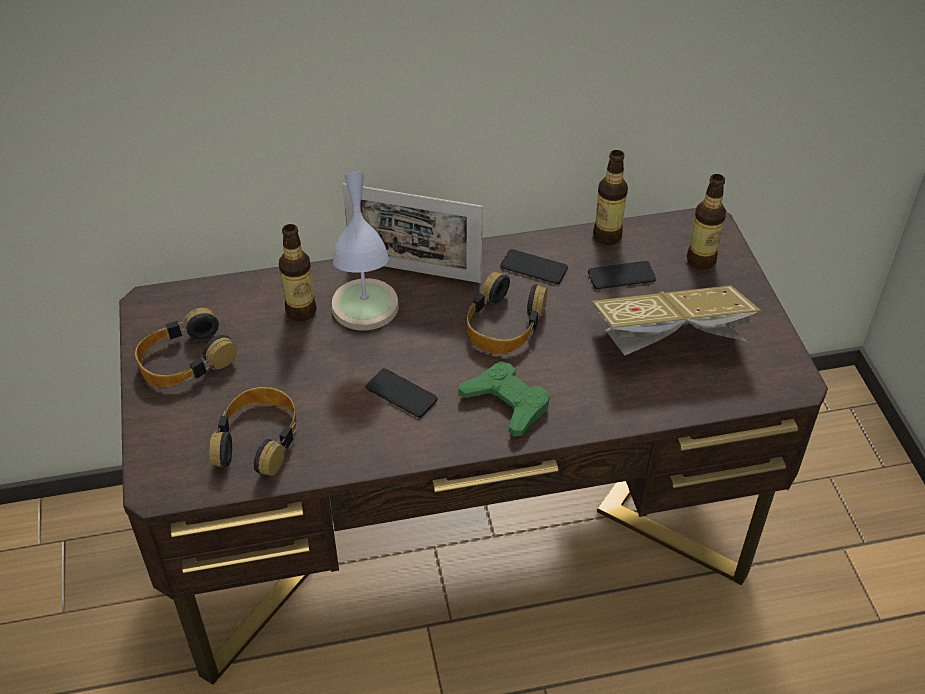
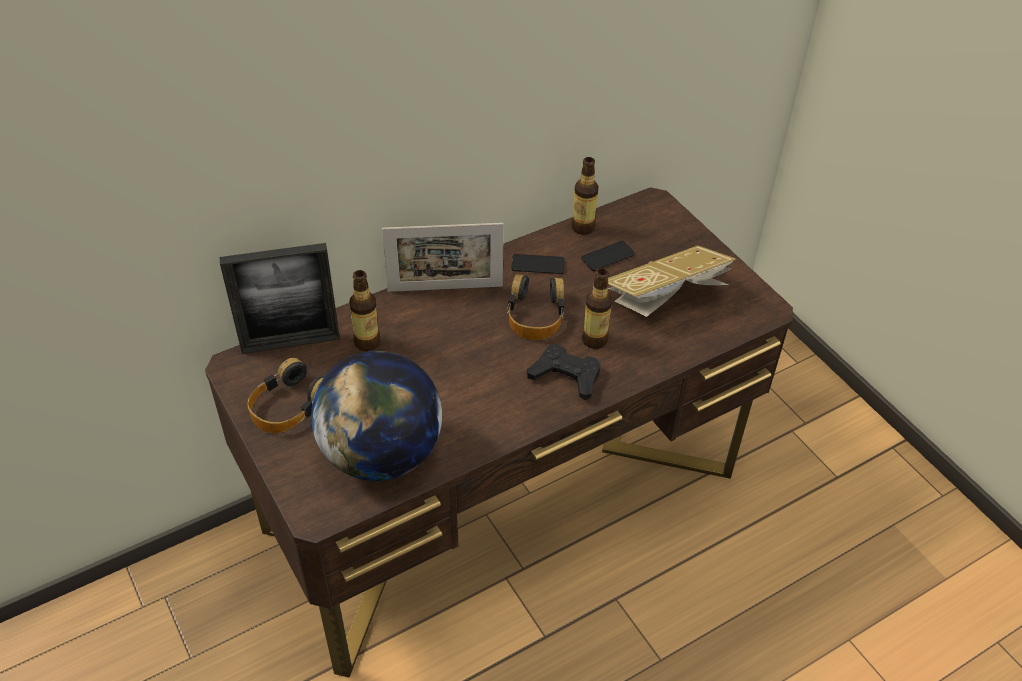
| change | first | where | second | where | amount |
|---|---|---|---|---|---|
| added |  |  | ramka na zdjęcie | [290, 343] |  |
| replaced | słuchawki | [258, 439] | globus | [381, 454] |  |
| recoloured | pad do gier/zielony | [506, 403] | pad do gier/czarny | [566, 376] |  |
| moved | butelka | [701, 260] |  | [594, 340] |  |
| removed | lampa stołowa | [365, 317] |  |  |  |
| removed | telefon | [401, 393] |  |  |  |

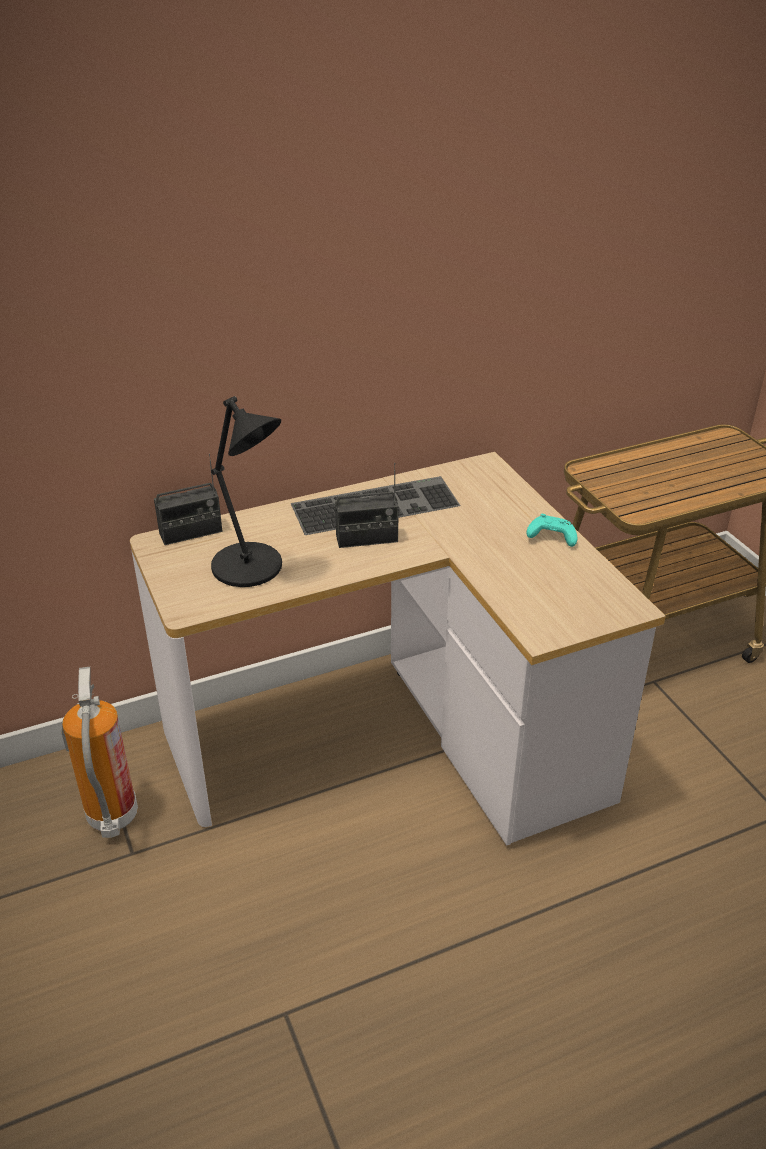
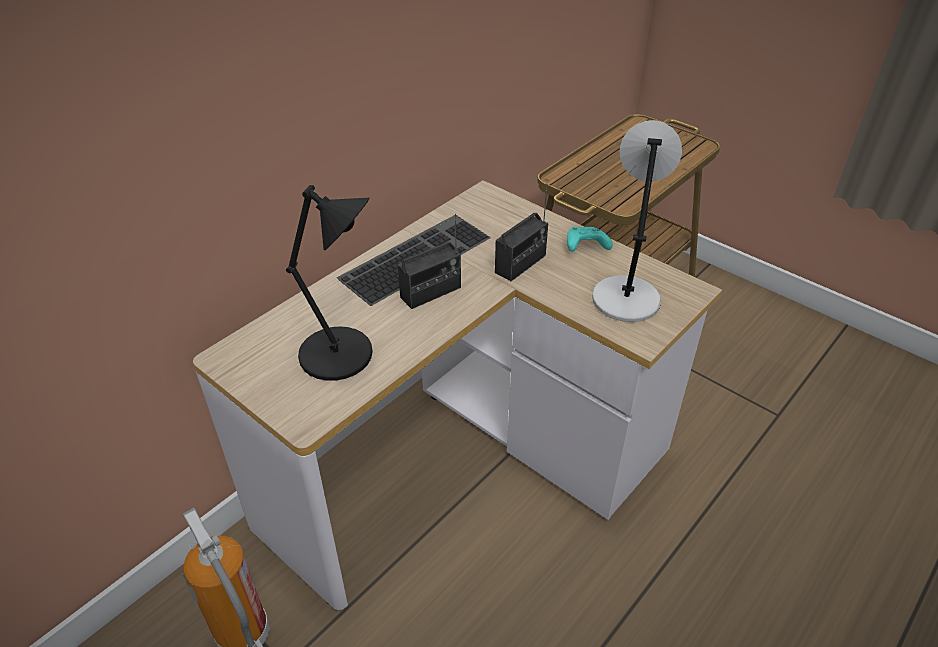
| change | first | where | second | where | amount |
|---|---|---|---|---|---|
| moved | radio | [191, 533] |  | [520, 264] |  |
| added |  |  | lampa stołowa/szary | [625, 297] |  |

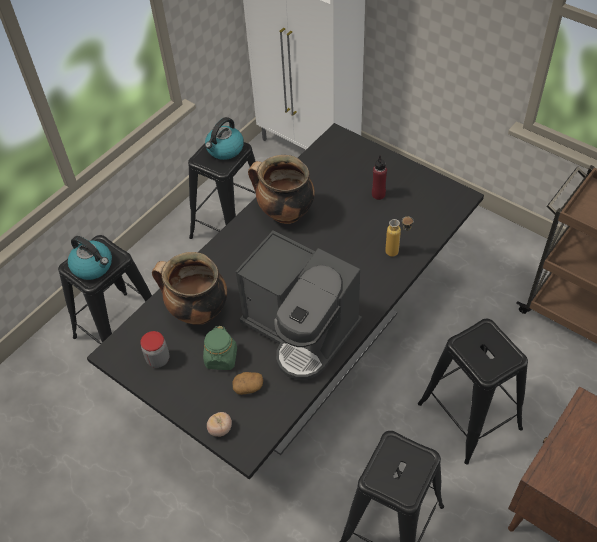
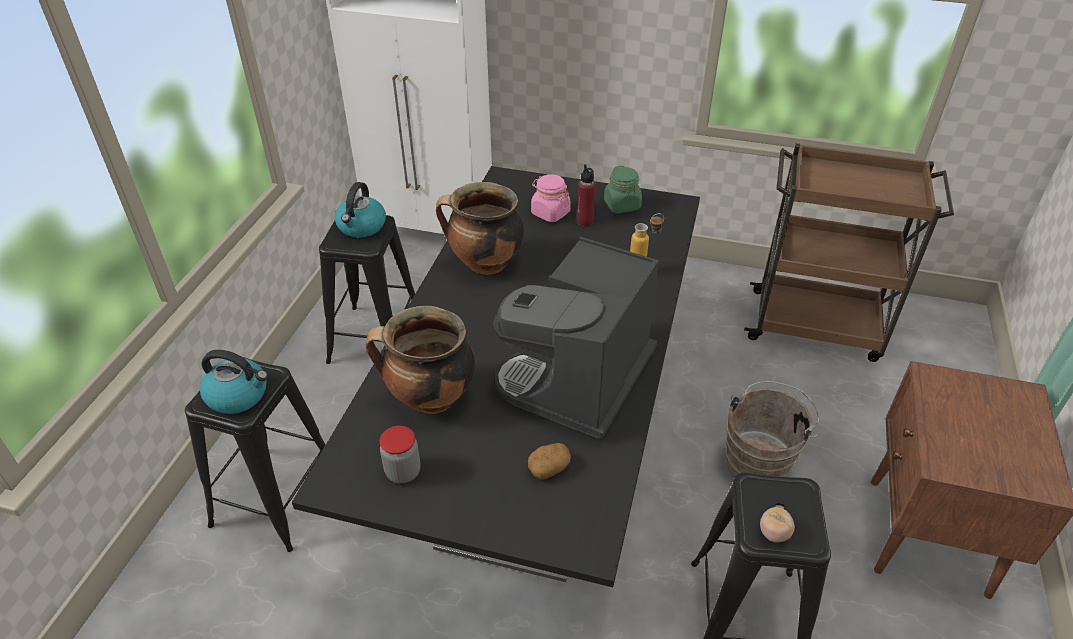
| change | first | where | second | where | amount |
|---|---|---|---|---|---|
| turned | ekspres do kawy | [301, 329] |  | [578, 381] | 105 degrees clockwise |
| added |  |  | słoik/różowy | [550, 213] |  |
| moved | słoik/zielony | [221, 358] |  | [622, 205] |  |
| replaced | stołek/czarny | [469, 415] | wiadro/brązowy | [759, 461] |  |
| moved | pomidor | [220, 429] |  | [774, 533] |  |

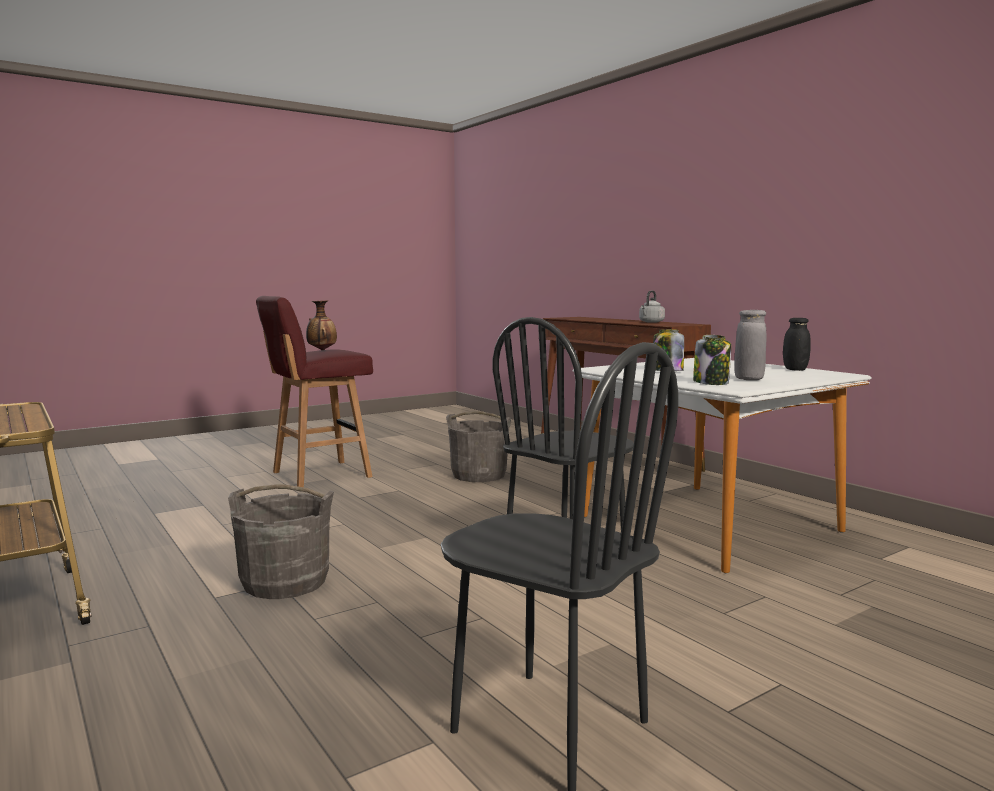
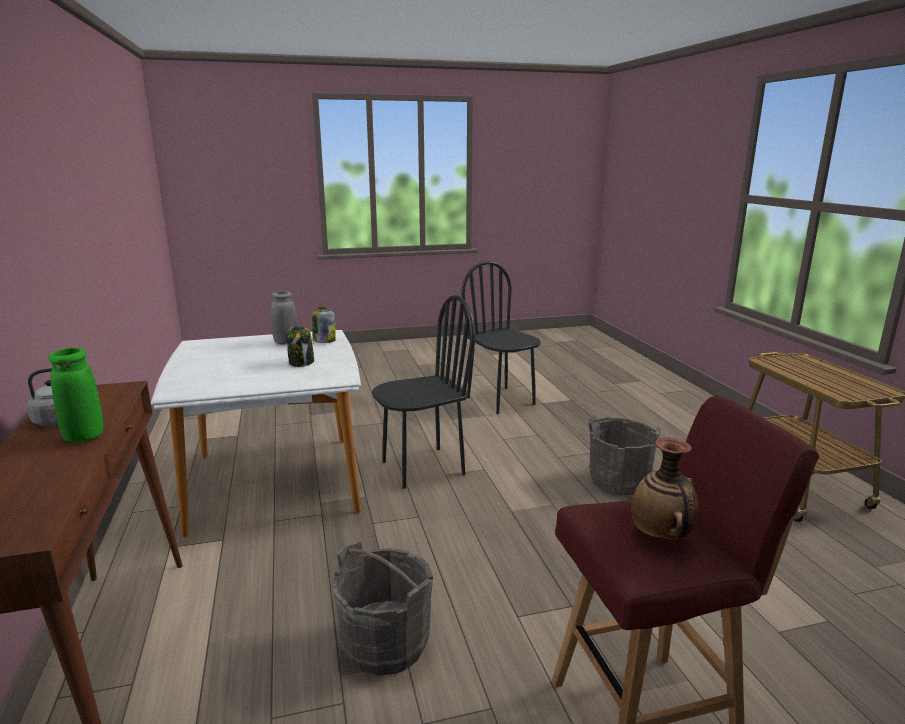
| change | first | where | second | where | amount |
|---|---|---|---|---|---|
| added |  |  | wazon/zielony | [84, 436] |  |
| removed | słoik/czarny | [795, 369] |  |  |  |

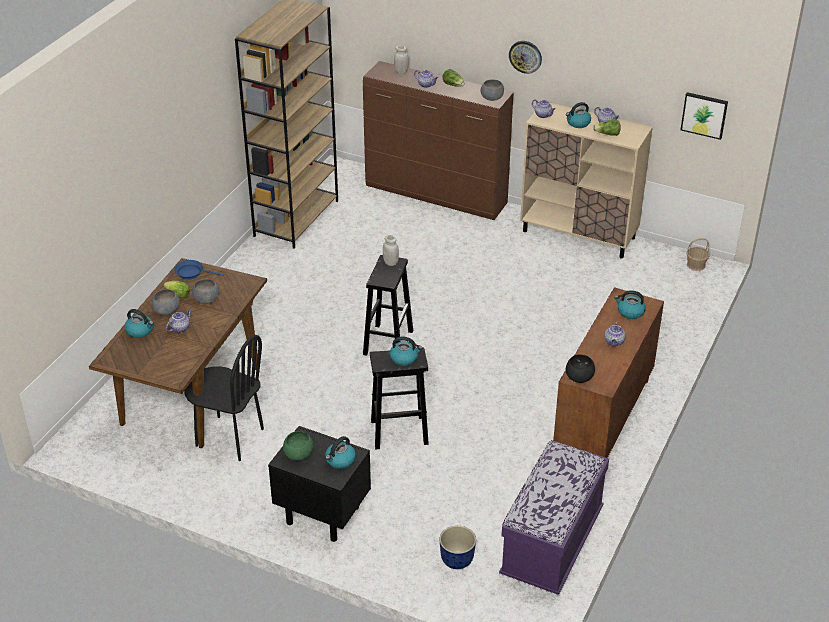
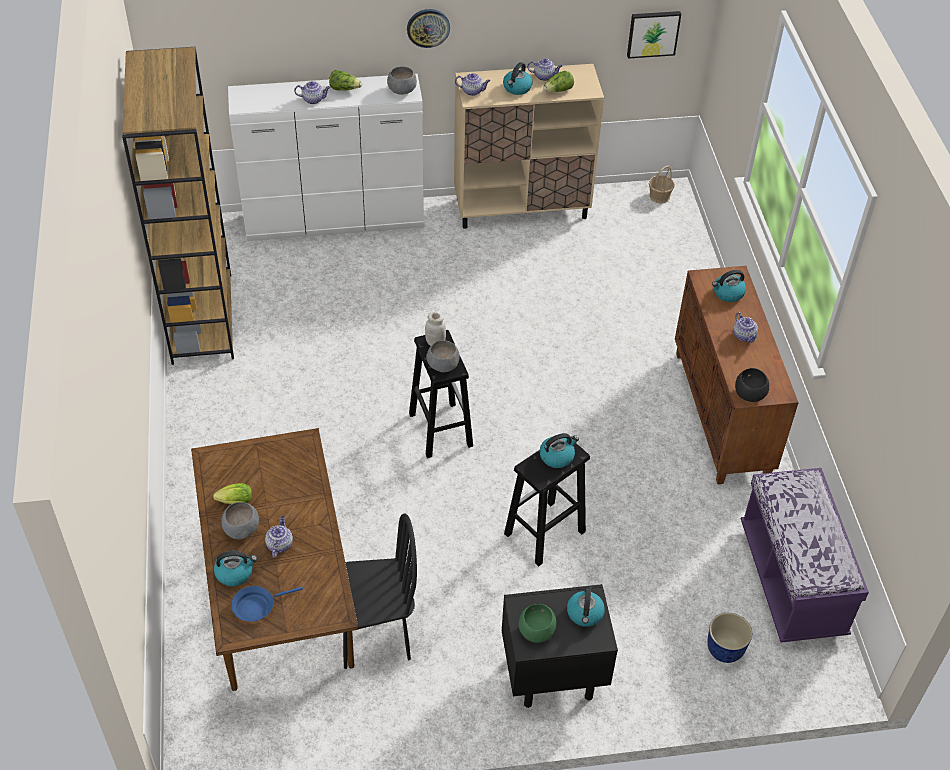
| change | first | where | second | where | amount |
|---|---|---|---|---|---|
| recoloured | komoda/brązowy | [436, 196] | komoda/biały | [335, 222] |  |
| moved | patelnia/niebieski | [192, 273] |  | [257, 606] |  |
| moved | miska/szary | [207, 299] |  | [443, 364] |  |
| removed | słoik/biały | [401, 72] |  |  |  |

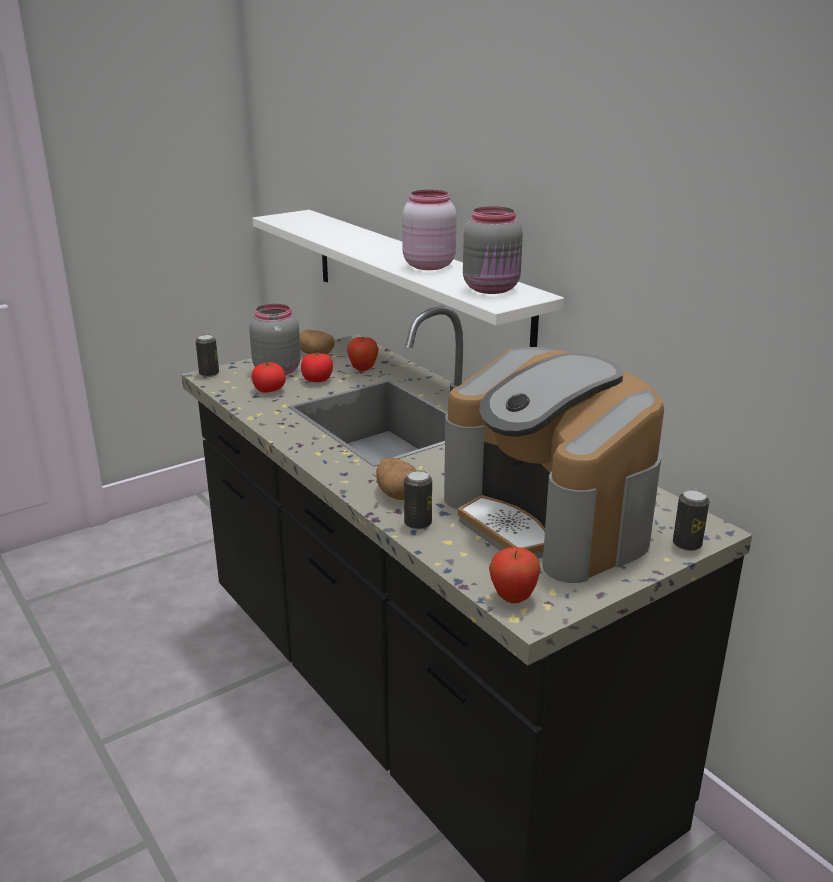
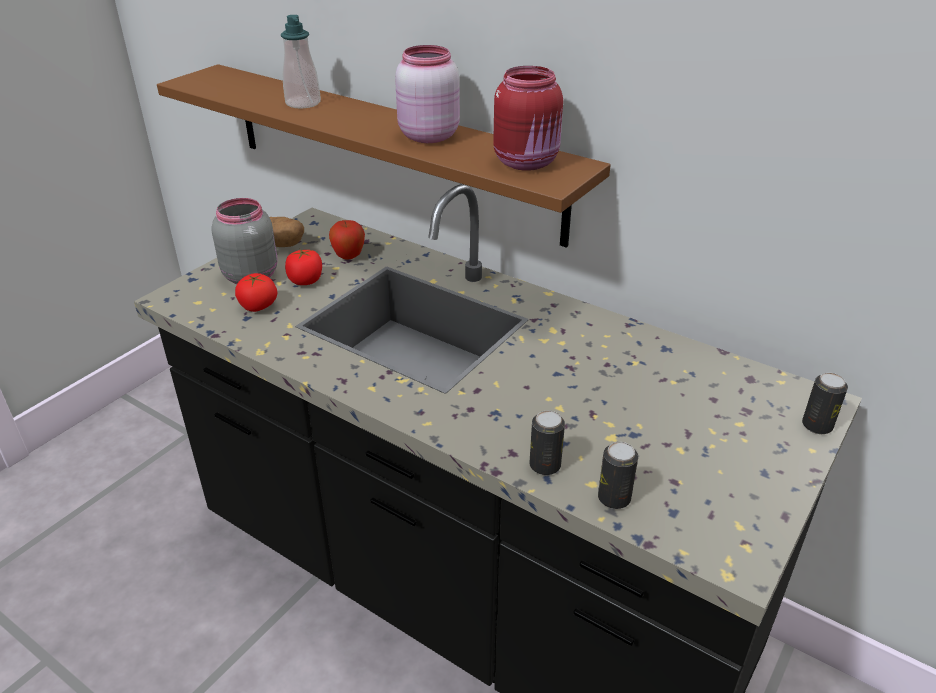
| change | first | where | second | where | amount |
|---|---|---|---|---|---|
| recoloured | półka/biały | [415, 284] | półka/brązowy | [389, 150] |  |
| added |  |  | dozownik mydła | [303, 103] |  |
| recoloured | słoik/szary | [492, 289] | słoik/czerwony | [527, 162] |  |
| moved | puszka | [209, 374] |  | [614, 498] |  |
| removed | ziemniak | [398, 494] |  |  |  |
| removed | ekspres do kawy | [549, 519] |  |  |  |
| removed | jabłko | [513, 598] |  |  |  |

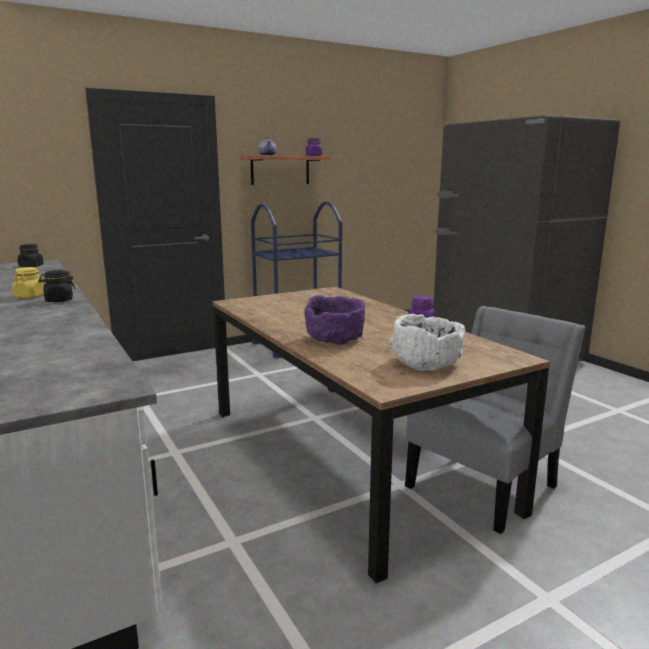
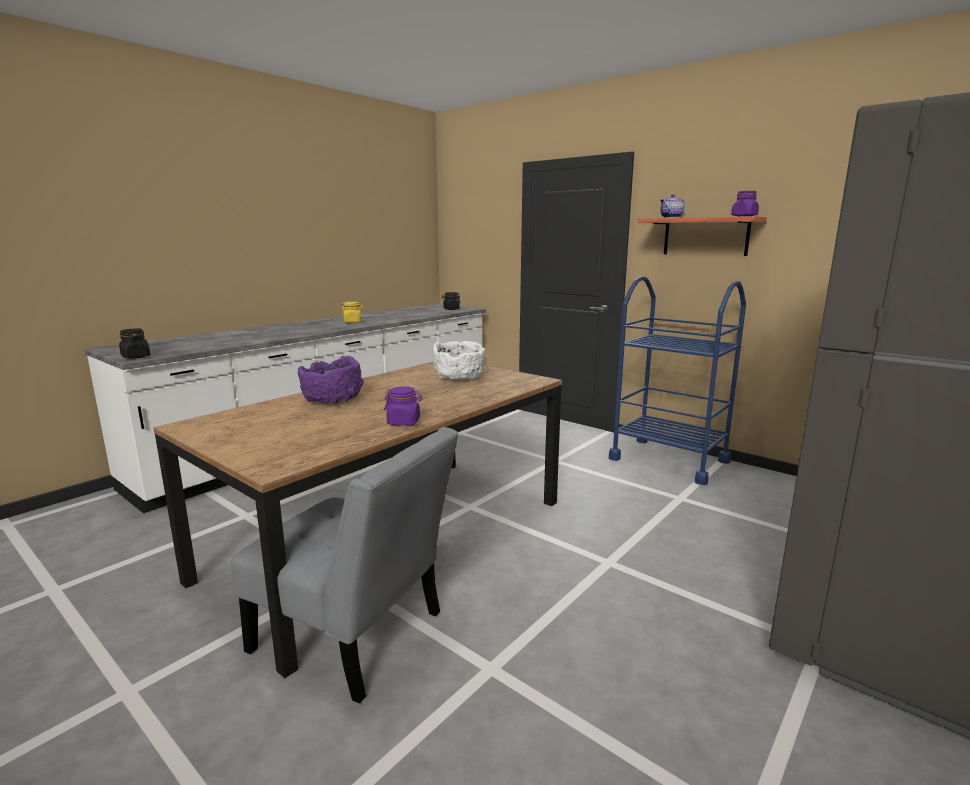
| change | first | where | second | where | amount |
|---|---|---|---|---|---|
| moved | słoik/czarny | [59, 300] |  | [135, 357] |  |
| moved | miska/biały | [425, 363] |  | [459, 377] |  |

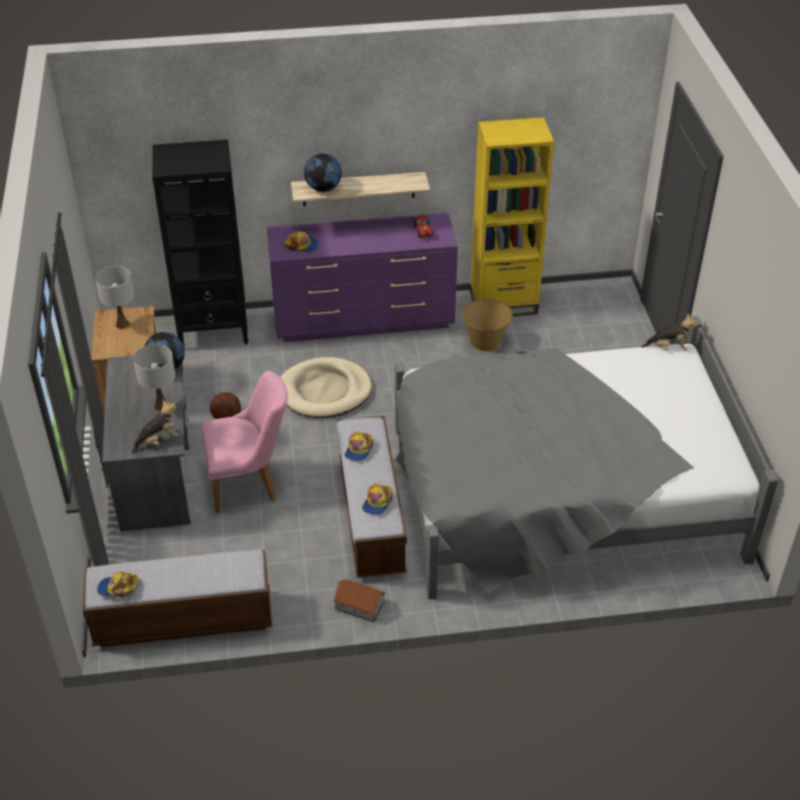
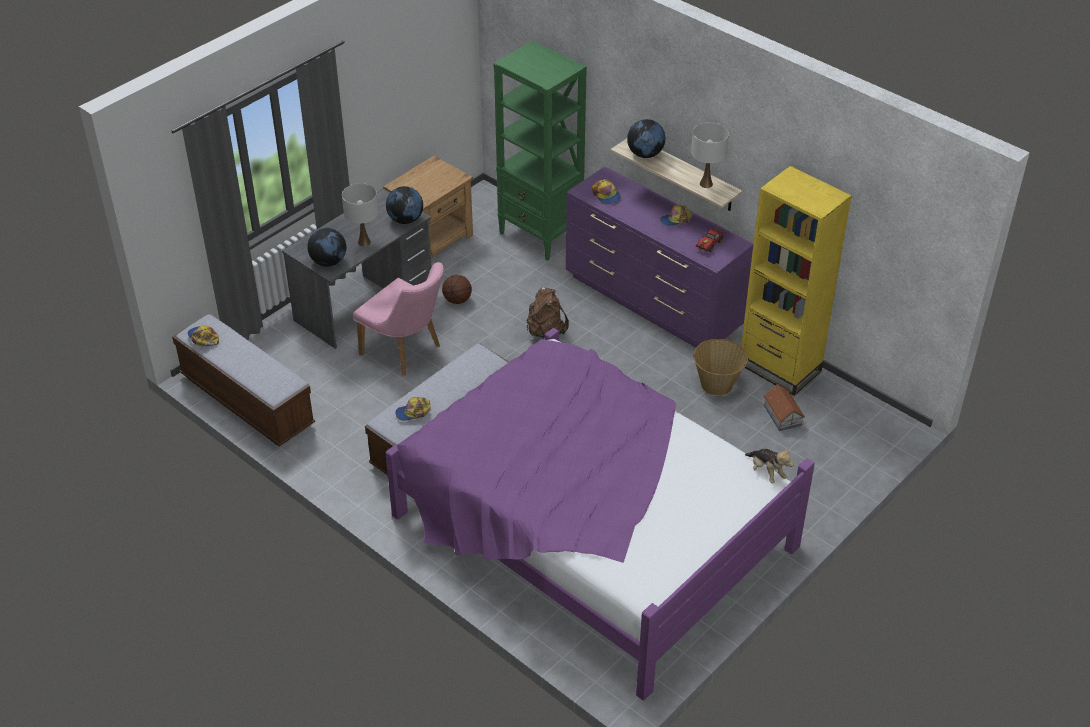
| change | first | where | second | where | amount |
|---|---|---|---|---|---|
| replaced | pluszak | [158, 441] | globus | [328, 262] |  |
| recoloured | łóżko/szary | [562, 493] | łóżko/fioletowy | [590, 531] |  |
| recoloured | regał/czarny | [214, 330] | regał/zielony | [541, 235] |  |
| replaced | legowisko/beżowy | [325, 391] | plecak/brązowy | [546, 331] |  |
| moved | czapka z daszkiem | [359, 449] |  | [676, 220] |  |
| moved | lampa stołowa/biały | [122, 324] |  | [706, 184] |  |
| moved | domek | [359, 605] |  | [782, 415] |  |

